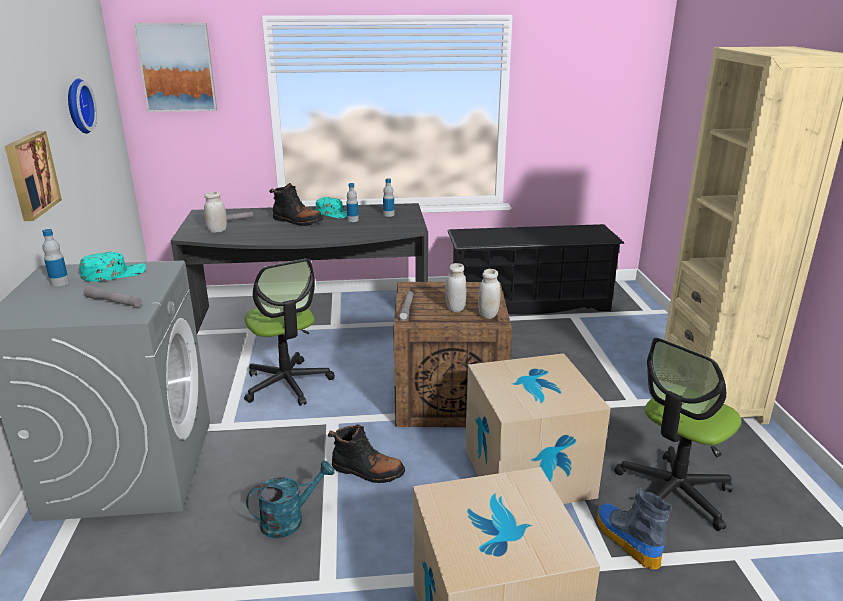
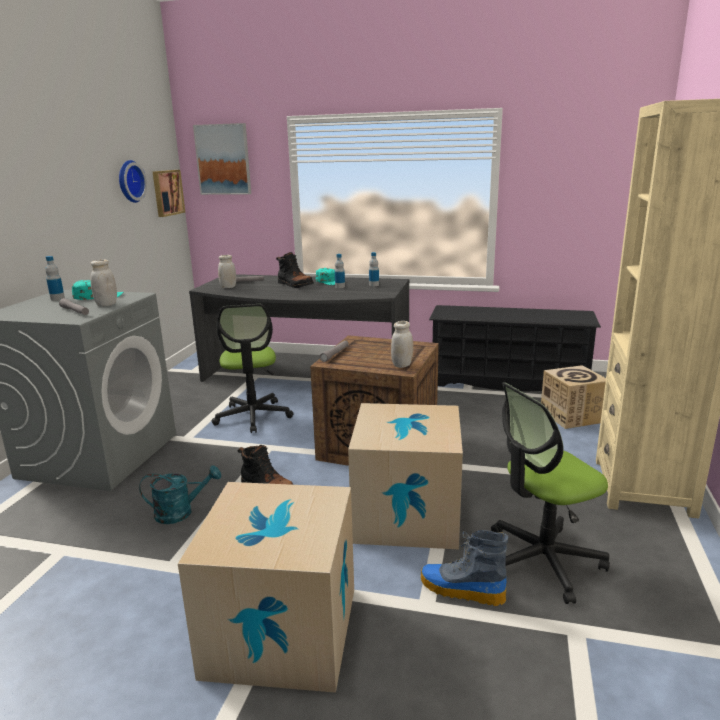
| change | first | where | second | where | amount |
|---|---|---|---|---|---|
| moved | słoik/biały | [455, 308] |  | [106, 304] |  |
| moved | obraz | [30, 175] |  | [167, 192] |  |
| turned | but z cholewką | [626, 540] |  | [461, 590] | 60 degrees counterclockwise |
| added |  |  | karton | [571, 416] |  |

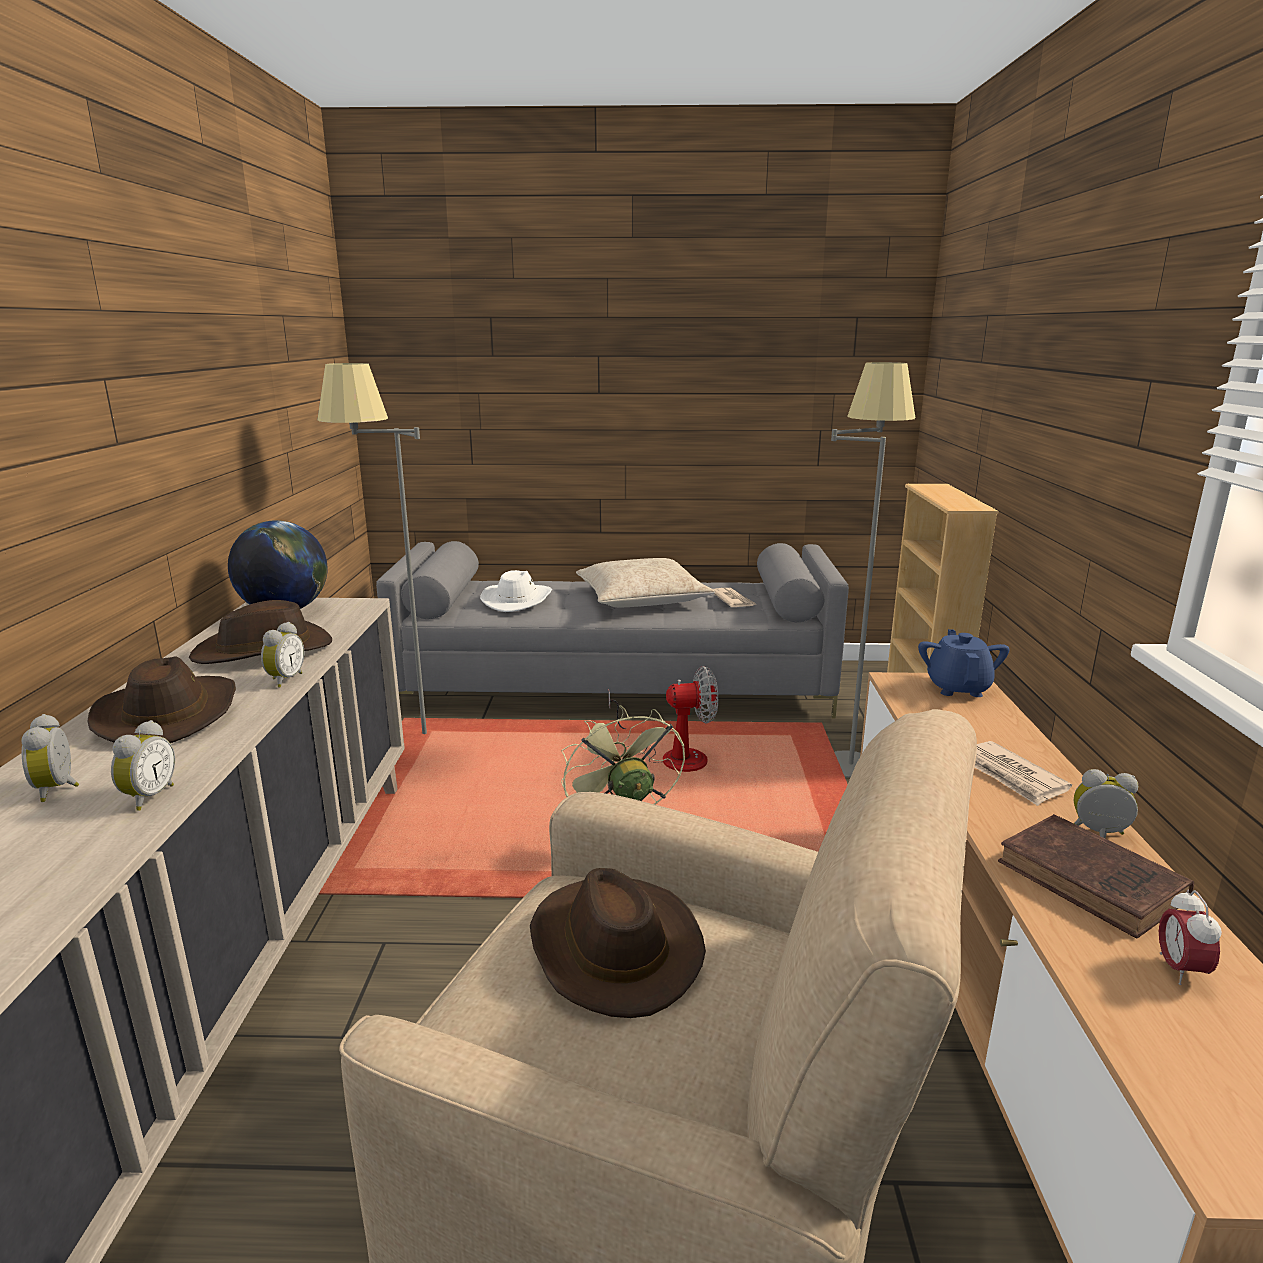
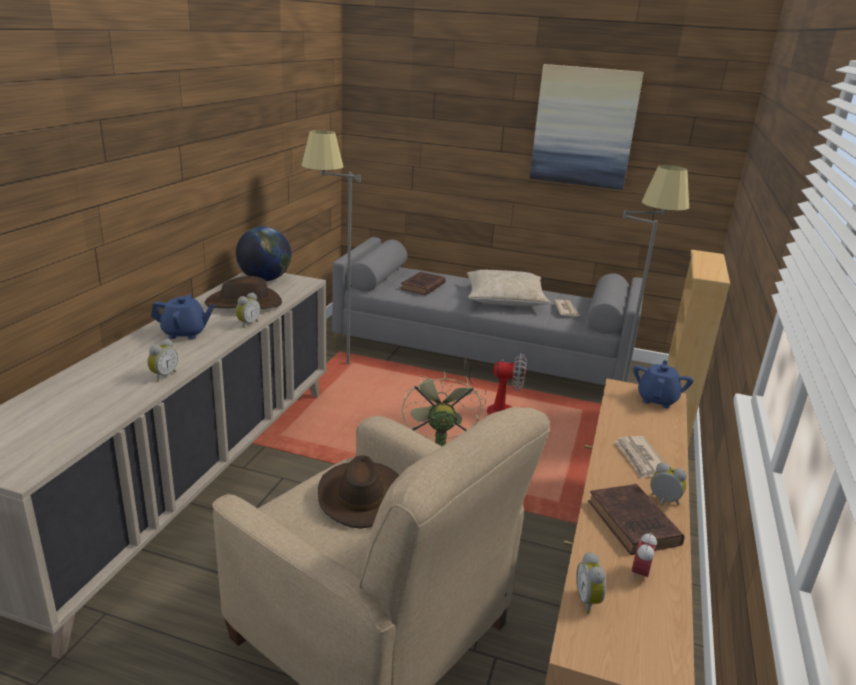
| change | first | where | second | where | amount |
|---|---|---|---|---|---|
| replaced | kapelusz/brązowy | [168, 714] | imbryk/niebieski | [185, 333] |  |
| replaced | kapelusz/biały | [517, 600] | książka/brązowy | [422, 287] |  |
| added |  |  | obraz | [584, 127] |  |
| moved | budzik | [60, 789] |  | [589, 601] |  |

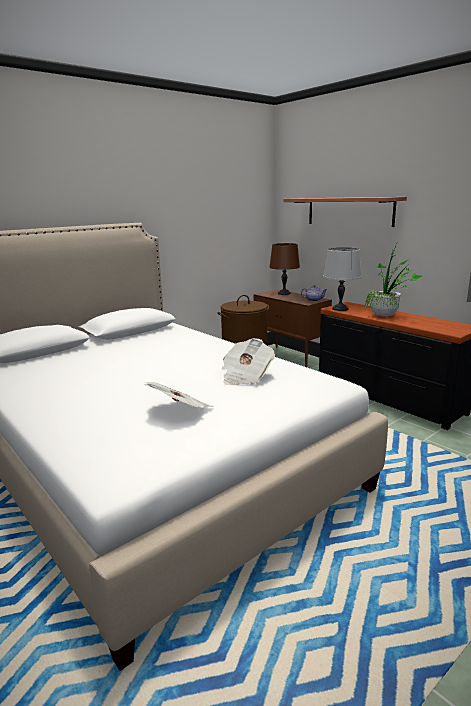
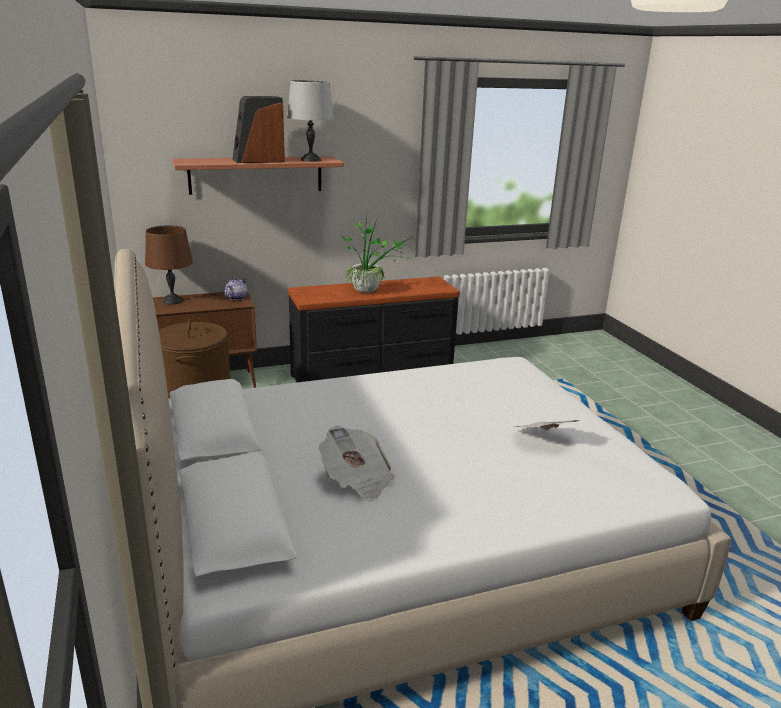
| change | first | where | second | where | amount |
|---|---|---|---|---|---|
| added |  |  | głośnik | [259, 160] |  |
| moved | lampa stołowa/szary | [340, 309] |  | [311, 160] |  |
| moved | gazeta | [246, 376] |  | [356, 480] |  |

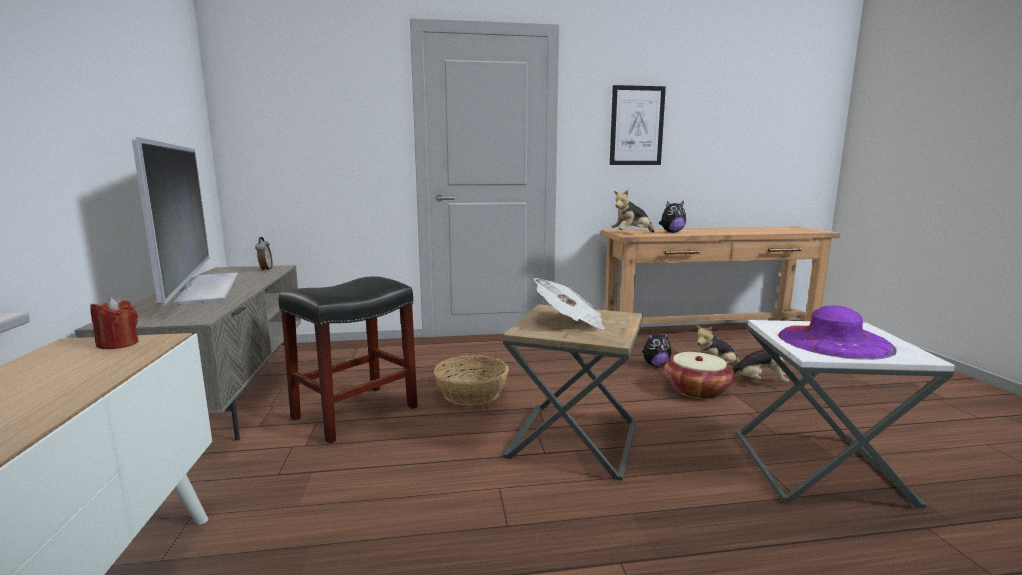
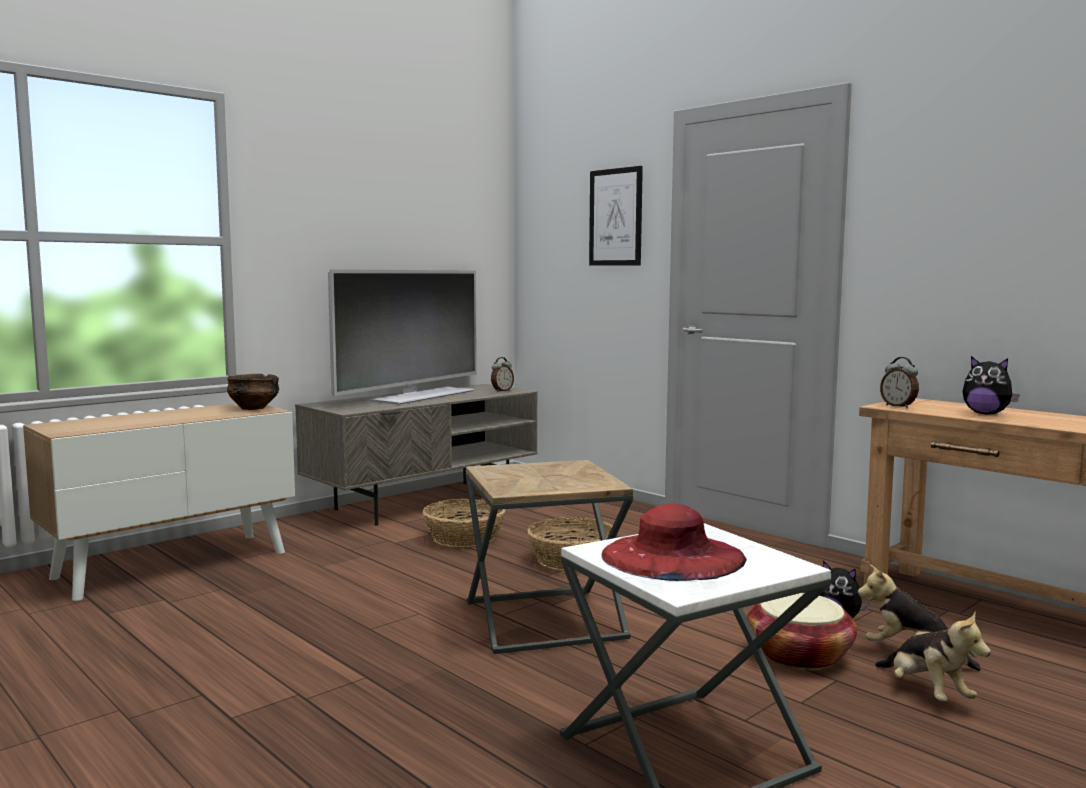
| change | first | where | second | where | amount |
|---|---|---|---|---|---|
| replaced | świeca/czerwony | [118, 344] | miska | [253, 408] |  |
| replaced | stołek/czarny | [355, 413] | koszyk | [463, 538] |  |
| moved | obraz | [637, 126] |  | [615, 217] |  |
| recoloured | kapelusz/fioletowy | [834, 341] | kapelusz/czerwony | [672, 556] |  |
| replaced | pluszak | [631, 234] | budzik | [898, 406] |  |
| removed | gazeta | [570, 322] |  |  |  |

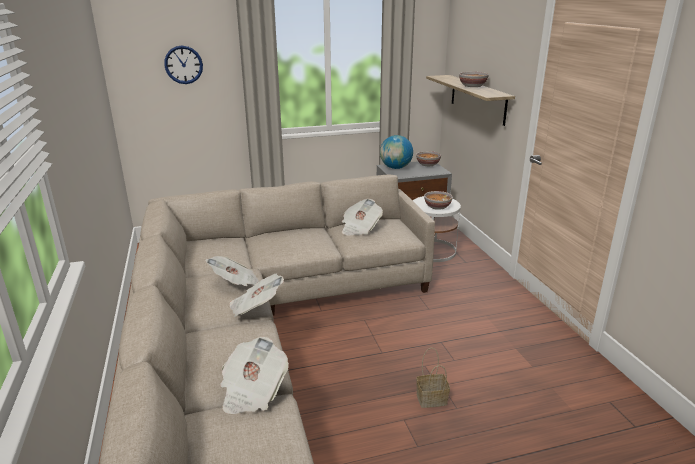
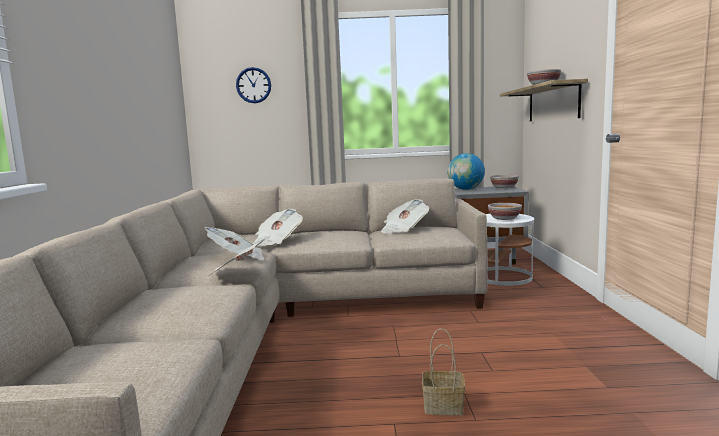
| change | first | where | second | where | amount |
|---|---|---|---|---|---|
| moved | gazeta | [252, 391] |  | [277, 241] |  |

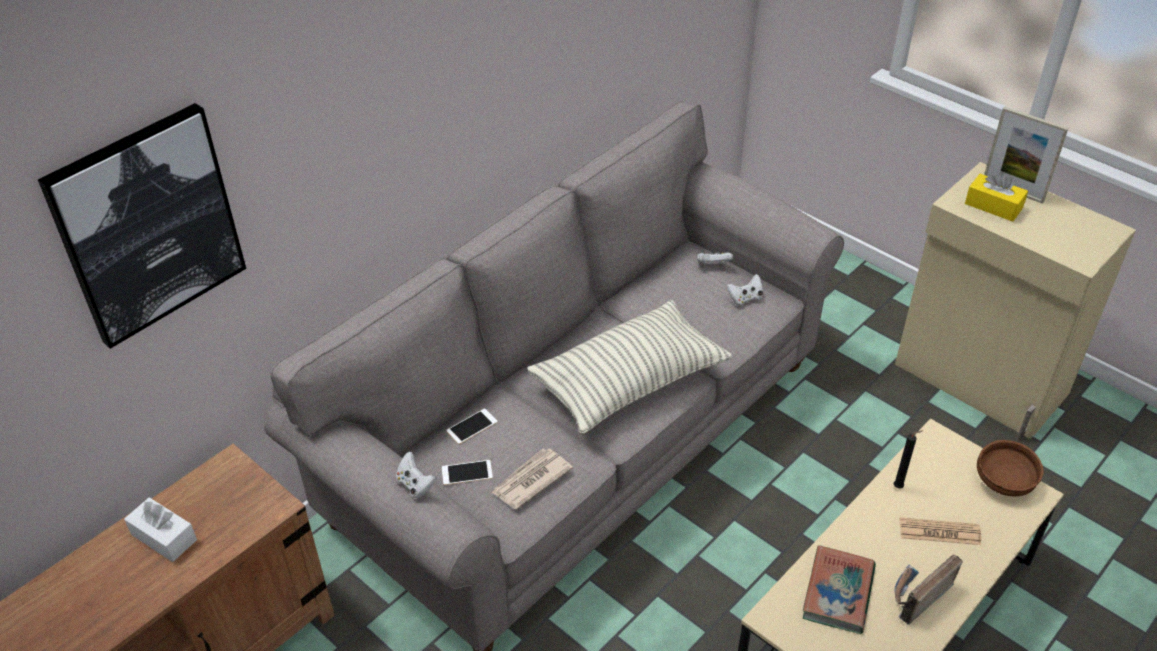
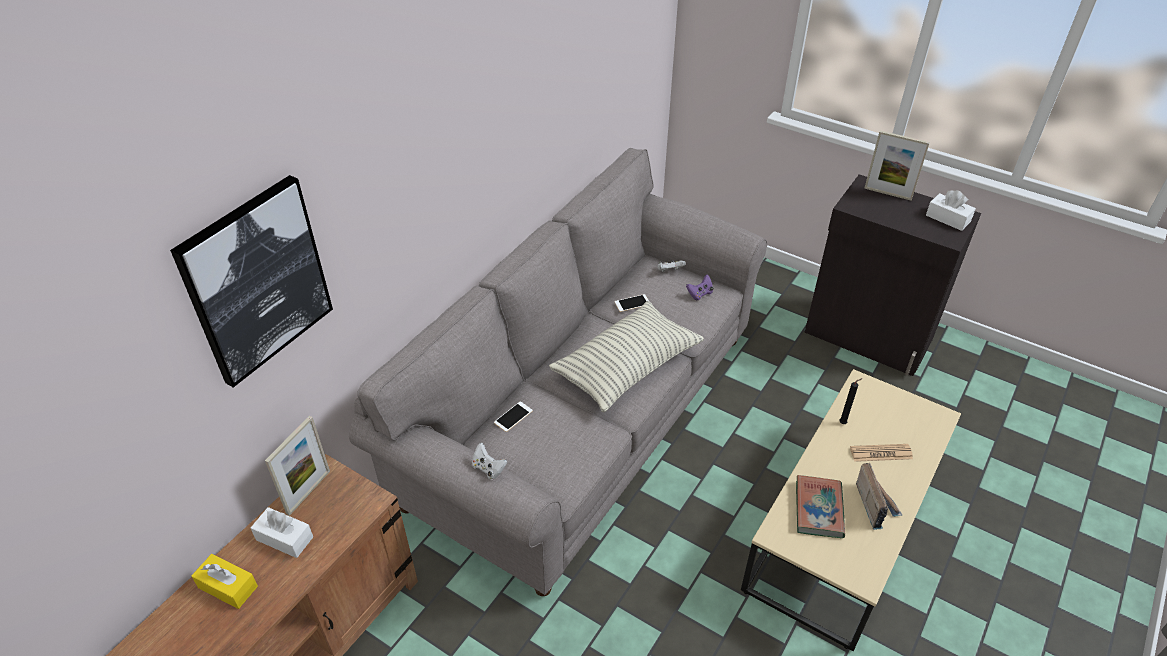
| change | first | where | second | where | amount |
|---|---|---|---|---|---|
| moved | pudełko chusteczek/żółty | [993, 206] |  | [228, 587] |  |
| added |  |  | ramka na zdjęcie | [308, 492] |  |
| moved | telefon | [467, 473] |  | [632, 303] |  |
| recoloured | pad do gier/biały | [745, 298] | pad do gier/fioletowy | [700, 294] |  |
| recoloured | szafka/beżowy | [980, 381] | szafka/czarny | [868, 337] |  |
| turned | radio | [915, 596] |  | [875, 504] | 135 degrees clockwise |
| added |  |  | pudełko chusteczek/biały | [948, 218] |  |
| removed | gazeta | [530, 480] |  |  |  |
| removed | miska/brązowy | [1003, 483] |  |  |  |

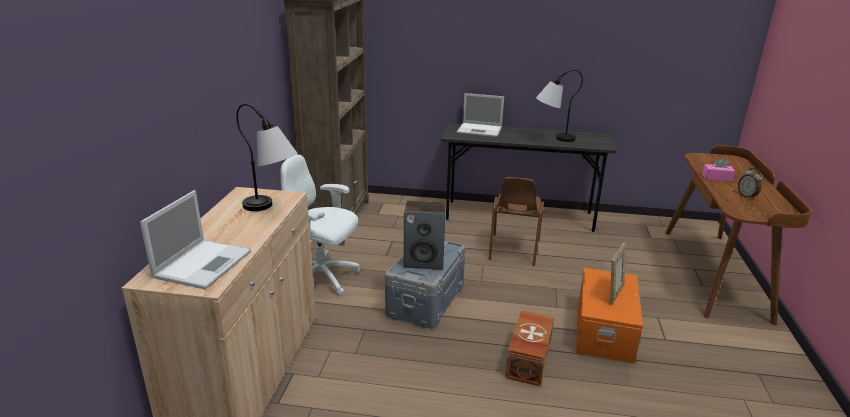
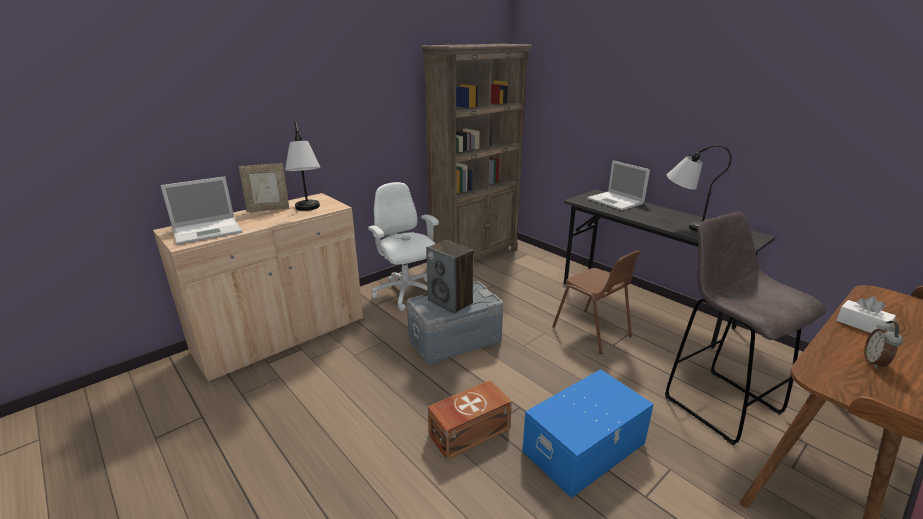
| change | first | where | second | where | amount |
|---|---|---|---|---|---|
| moved | ramka na zdjęcie | [614, 294] |  | [268, 209] |  |
| recoloured | pojemnik do przechowywania/pomarańczowy | [605, 330] | pojemnik do przechowywania/niebieski | [585, 448] |  |
| turned | krzesło/brązowy | [513, 250] |  | [592, 332] | 90 degrees counterclockwise |
| added |  |  | stołek/szary | [718, 403] |  |
| recoloured | pudełko chusteczek/różowy | [717, 178] | pudełko chusteczek/biały | [862, 325] |  |

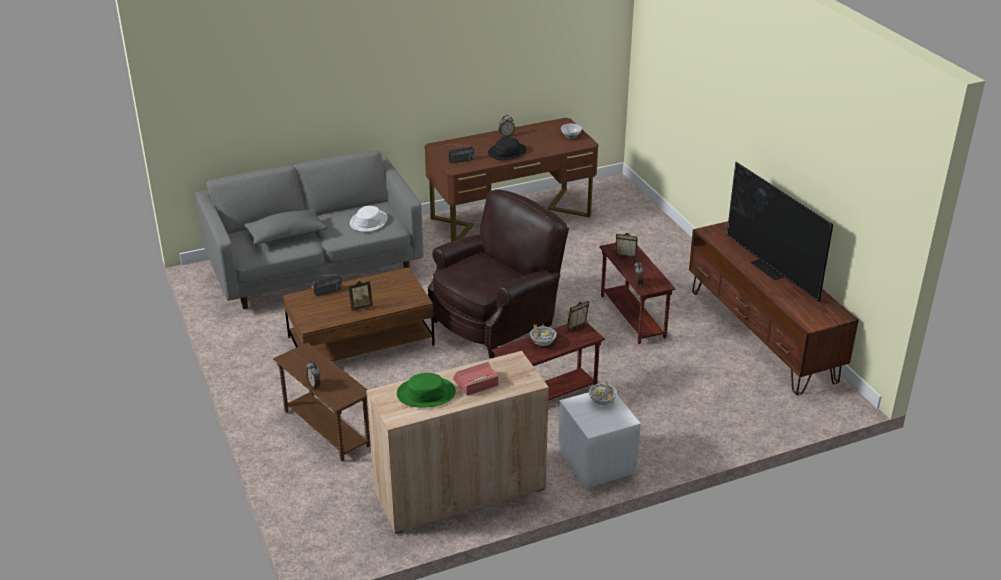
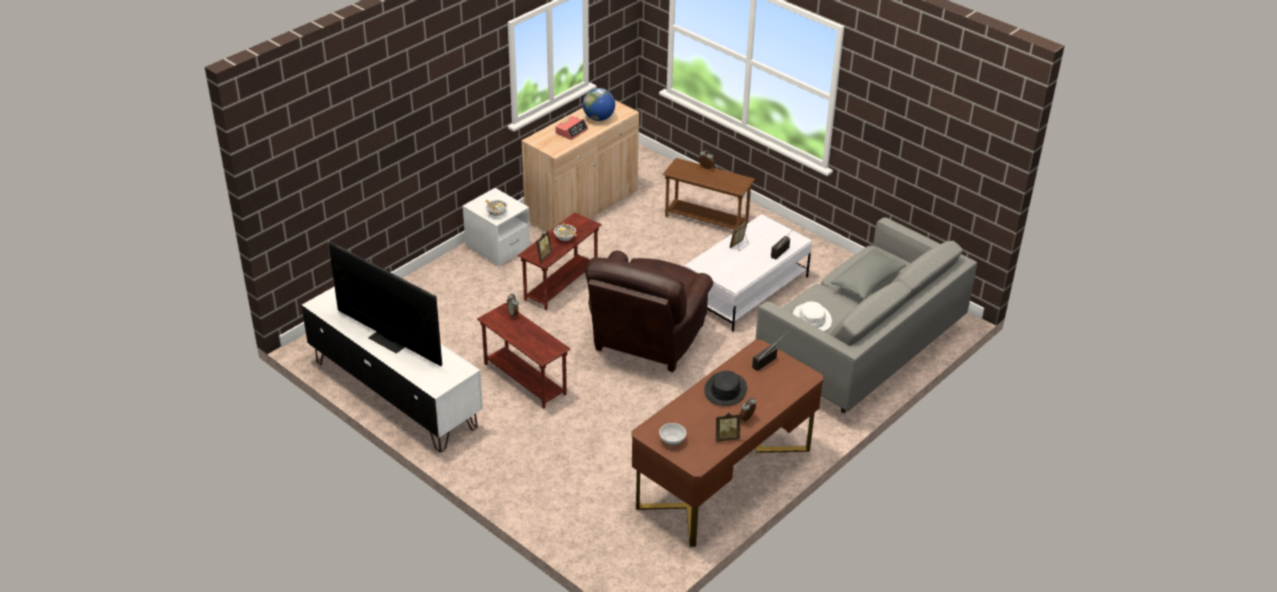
| change | first | where | second | where | amount |
|---|---|---|---|---|---|
| recoloured | szafka pod telewizor/brązowy | [762, 335] | szafka pod telewizor/biały | [394, 393] |  |
| replaced | kapelusz/zielony | [426, 393] | globus | [599, 118] |  |
| recoloured | ława/brązowy | [361, 341] | ława/biały | [746, 290] |  |
| moved | ramka na zdjęcie | [625, 259] |  | [726, 437] |  |

